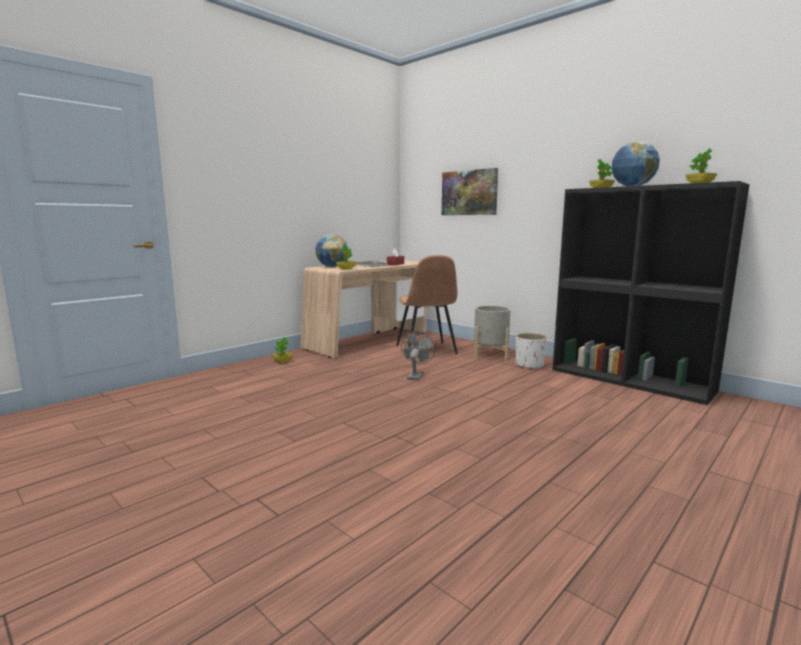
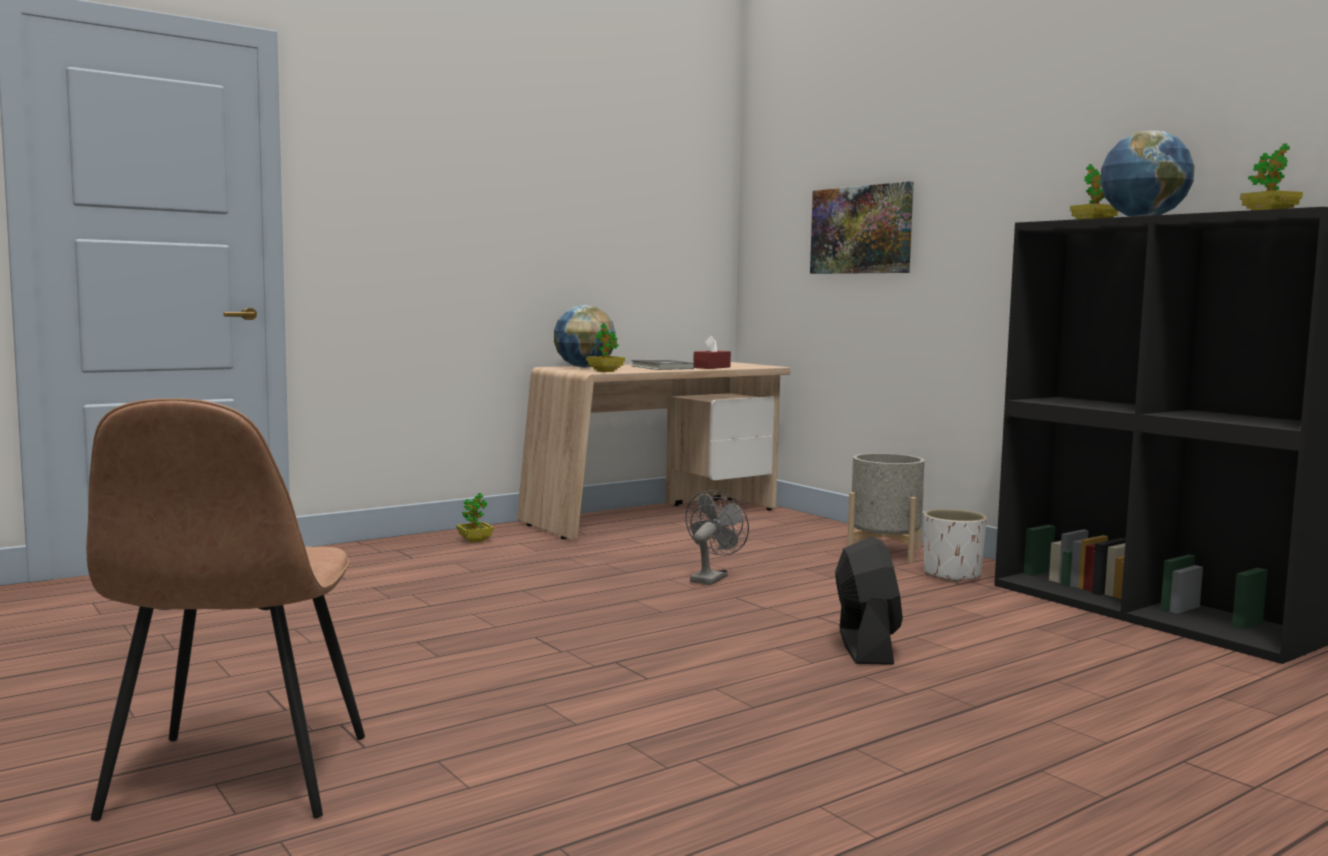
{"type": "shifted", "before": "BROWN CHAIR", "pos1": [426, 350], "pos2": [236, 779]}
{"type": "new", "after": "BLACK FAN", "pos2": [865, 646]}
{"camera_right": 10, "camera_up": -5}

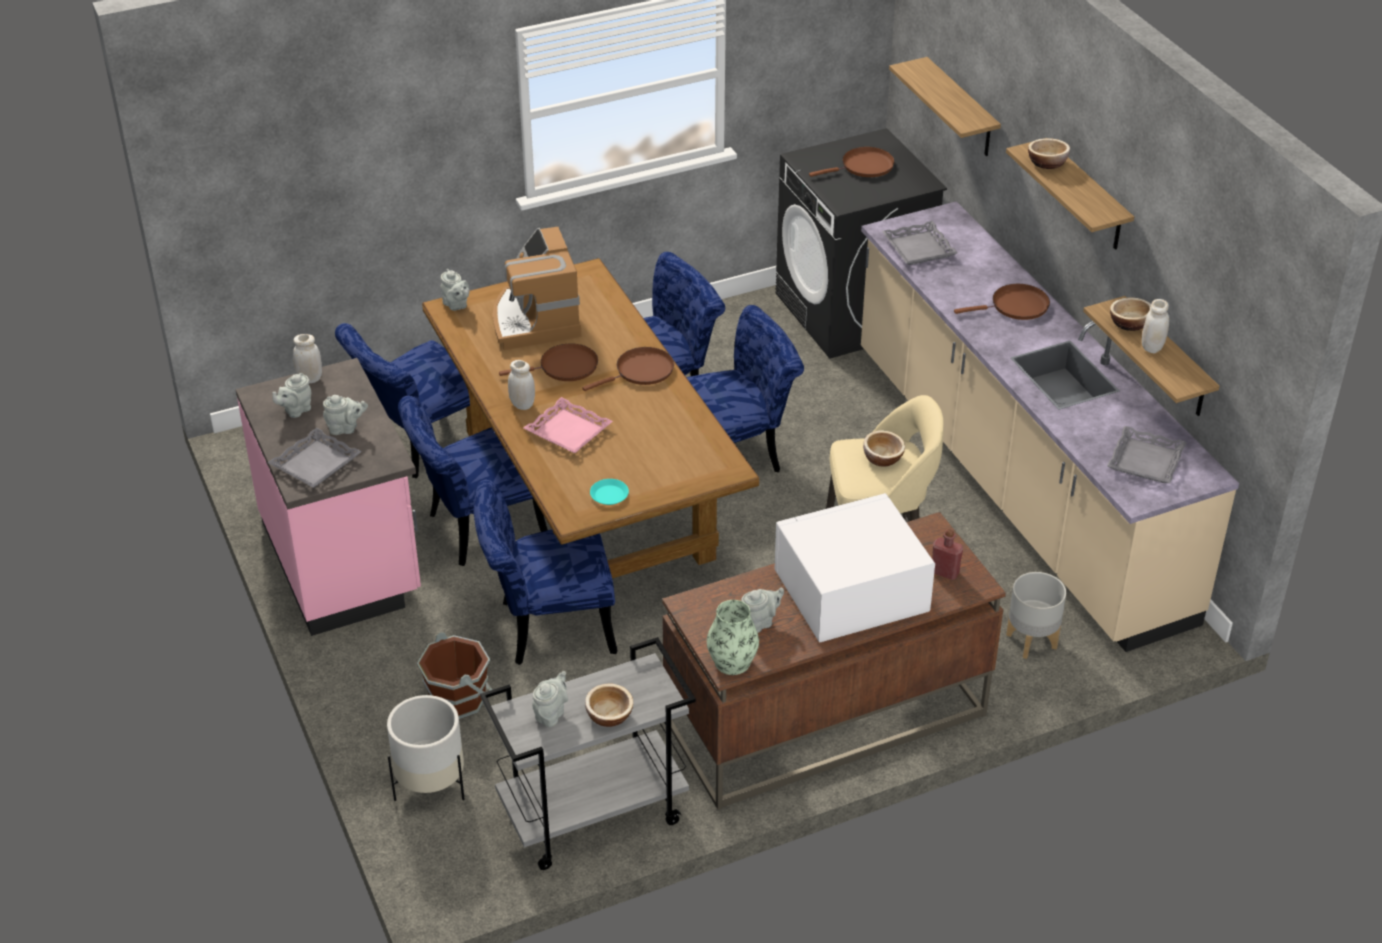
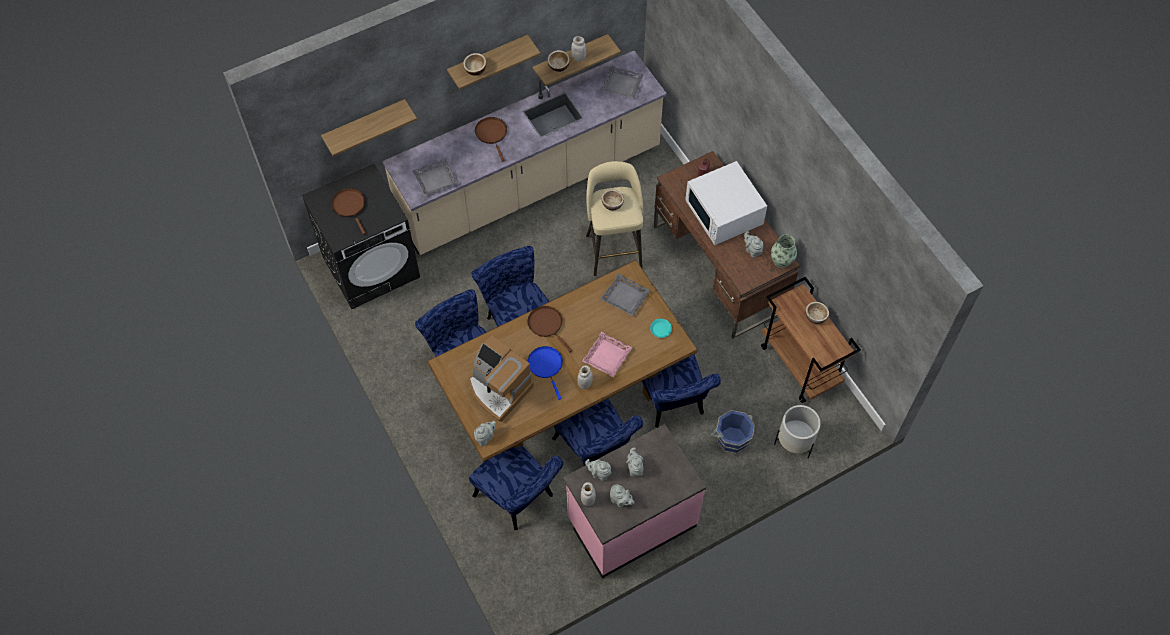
{"type": "rotated", "before": "COFFEE MACHINE", "pos1": [535, 320], "pos2": [498, 389], "turn": 60}
{"type": "repainted", "before": "BROWN FRYING PAN", "after": "BLUE FRYING PAN", "pos1": [564, 367], "pos2": [546, 366]}
{"type": "shifted", "before": "GREY TRAY", "pos1": [316, 464], "pos2": [625, 296]}
{"type": "gone", "before": "GREY PLANTER", "pos1": [1032, 641]}
{"type": "repainted", "before": "BROWN BUCKET", "after": "BLUE BUCKET", "pos1": [458, 698], "pos2": [732, 439]}
{"type": "repainted", "before": "GREY CART", "after": "BROWN CART", "pos1": [592, 816], "pos2": [800, 365]}
{"type": "shifted", "before": "GREY TEAPOT", "pos1": [551, 713], "pos2": [599, 473]}
{"camera_right": -95, "camera_up": 20}

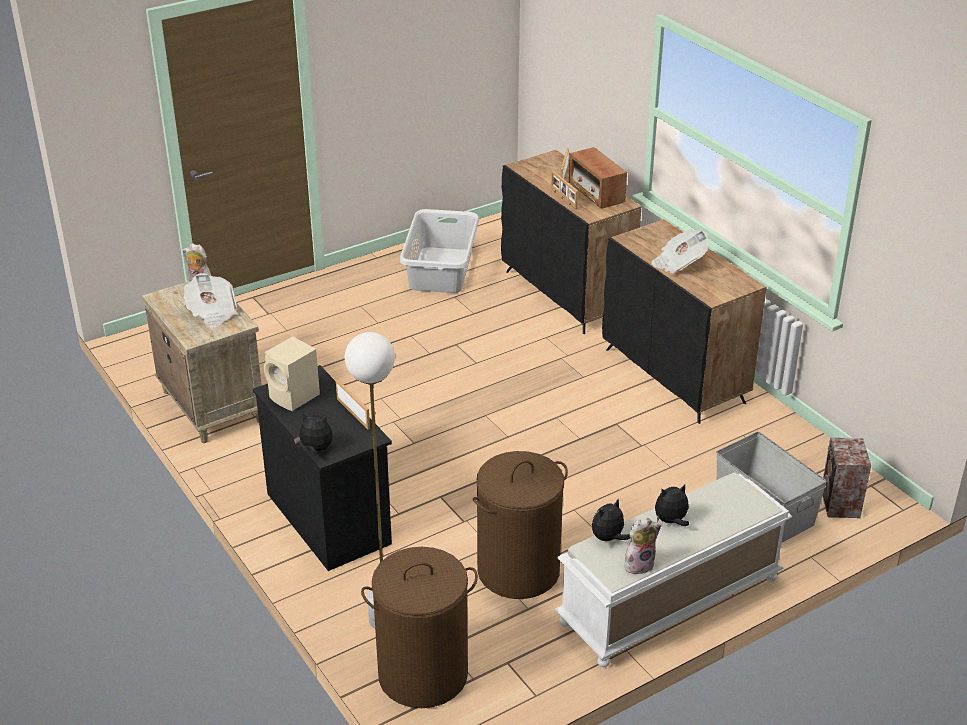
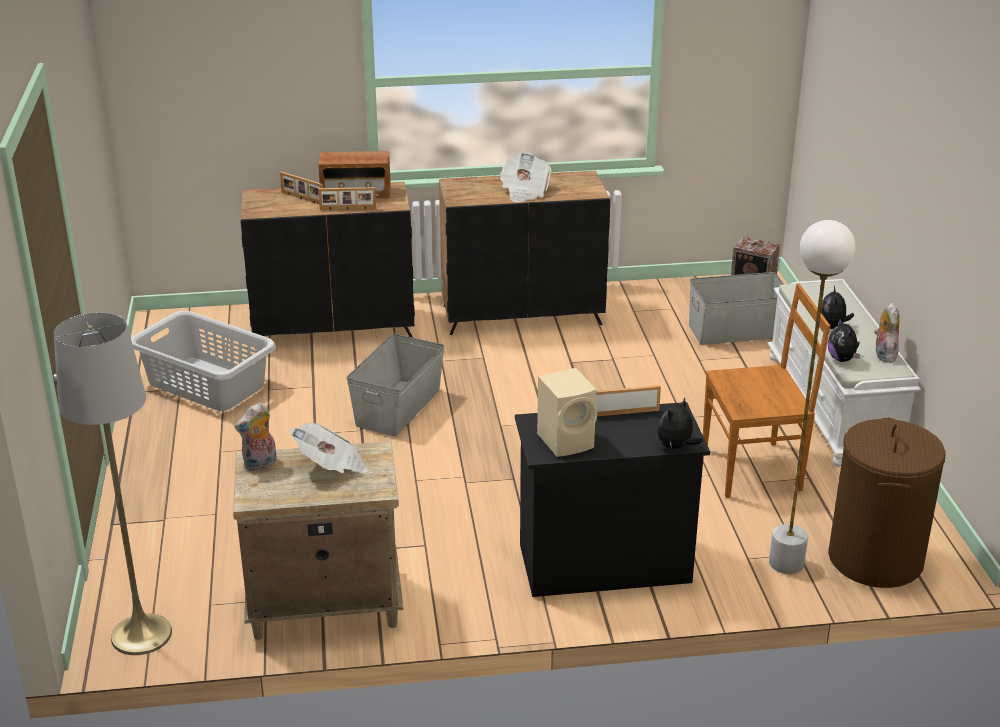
{"type": "swapped", "before": "BROWN LAUNDRY BASKET", "after": "BROWN CHAIR", "pos1": [518, 571], "pos2": [754, 469]}
{"type": "new", "after": "GREY FLOOR LAMP", "pos2": [141, 635]}
{"type": "new", "after": "GREY STORAGE BOX", "pos2": [399, 407]}
{"camera_right": -65, "camera_up": -5}

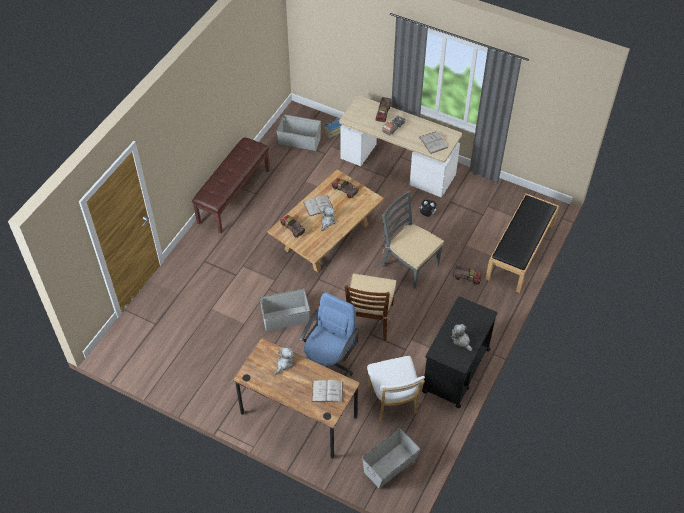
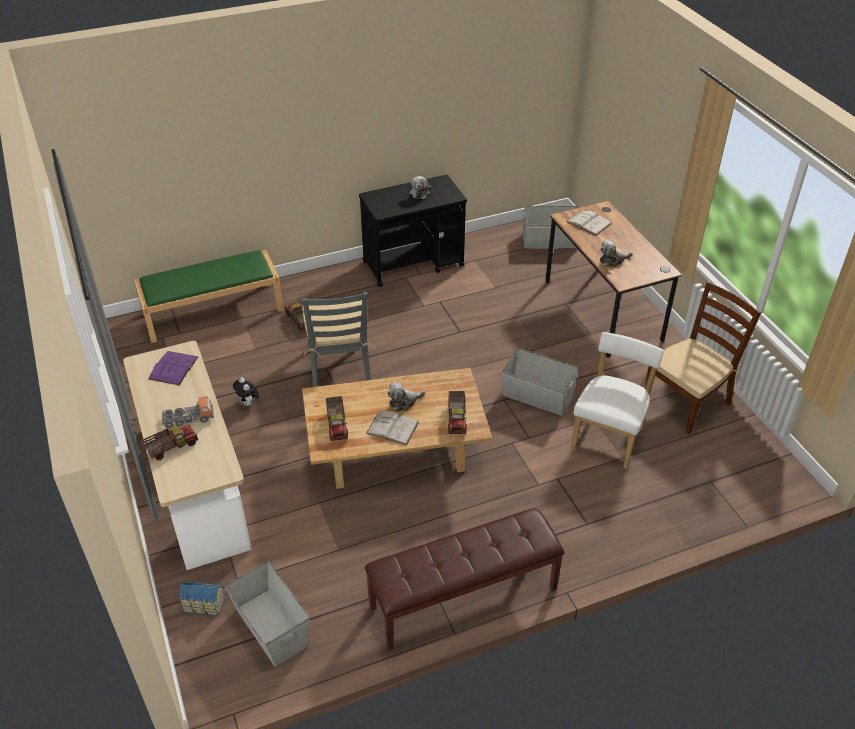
{"type": "repainted", "before": "WHITE BOOK", "after": "PURPLE BOOK", "pos1": [433, 142], "pos2": [173, 368]}
{"type": "repainted", "before": "BLACK BENCH", "after": "GREEN BENCH", "pos1": [520, 252], "pos2": [213, 311]}
{"type": "shifted", "before": "BROWN CHAIR", "pos1": [369, 319], "pos2": [687, 402]}
{"type": "gone", "before": "BLUE OFFICE CHAIR", "pos1": [329, 363]}
{"type": "shifted", "before": "WHITE CHAIR", "pos1": [393, 402], "pos2": [609, 437]}
{"camera_right": -140, "camera_up": -10}

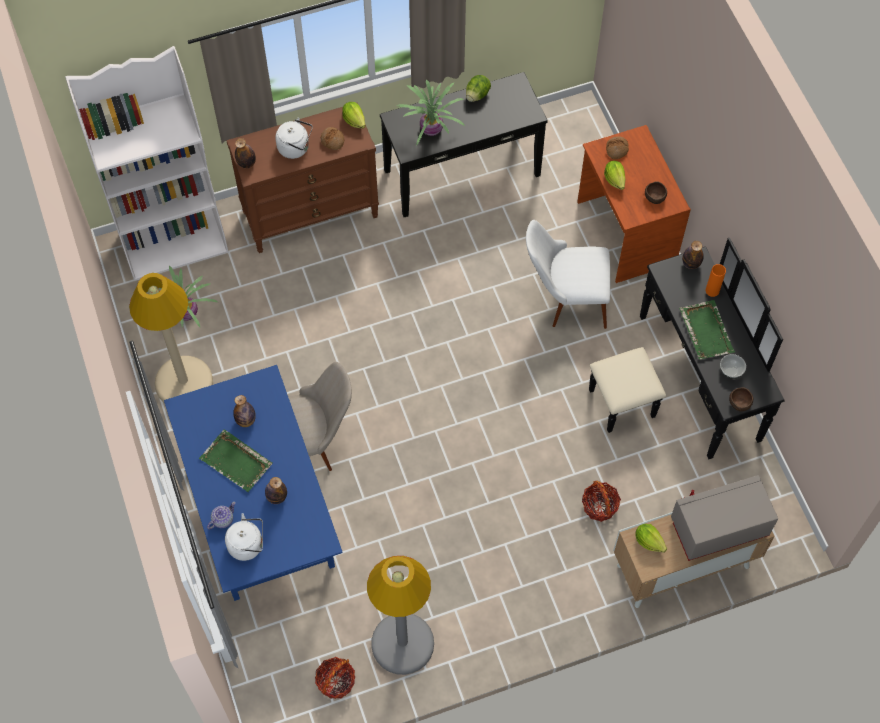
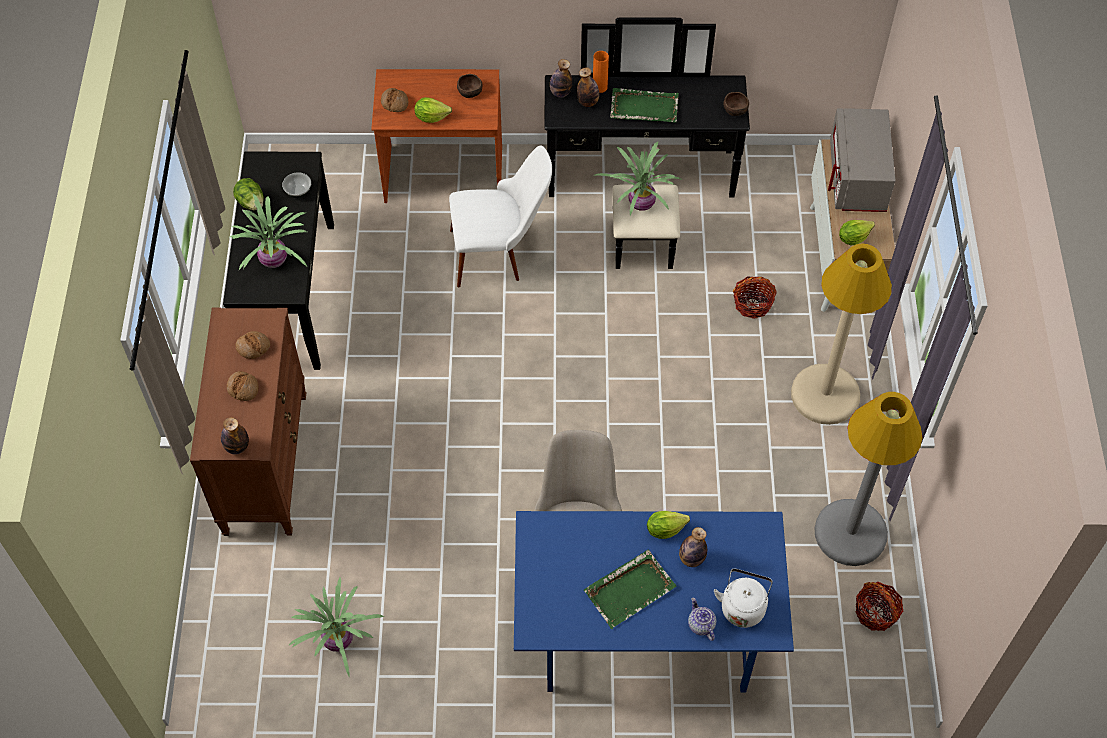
{"type": "gone", "before": "WHITE BOOKCASE", "pos1": [175, 242]}
{"type": "shifted", "before": "LETTUCE", "pos1": [354, 120], "pos2": [665, 529]}
{"type": "swapped", "before": "WHITE KETTLE", "after": "BREAD", "pos1": [295, 148], "pos2": [243, 388]}
{"type": "rotated", "before": "WHITE CHAIR", "pos1": [565, 299], "pos2": [500, 253], "turn": -120}
{"type": "shifted", "before": "BEIGE FLOOR LAMP", "pos1": [184, 382], "pos2": [825, 395]}
{"type": "shifted", "before": "BOWL", "pos1": [731, 371], "pos2": [298, 191]}
{"type": "shifted", "before": "BOTTLE", "pos1": [246, 420], "pos2": [587, 102]}
{"type": "new", "after": "POTTED PLANT", "pos2": [640, 202]}
{"camera_right": -70, "camera_up": -5}

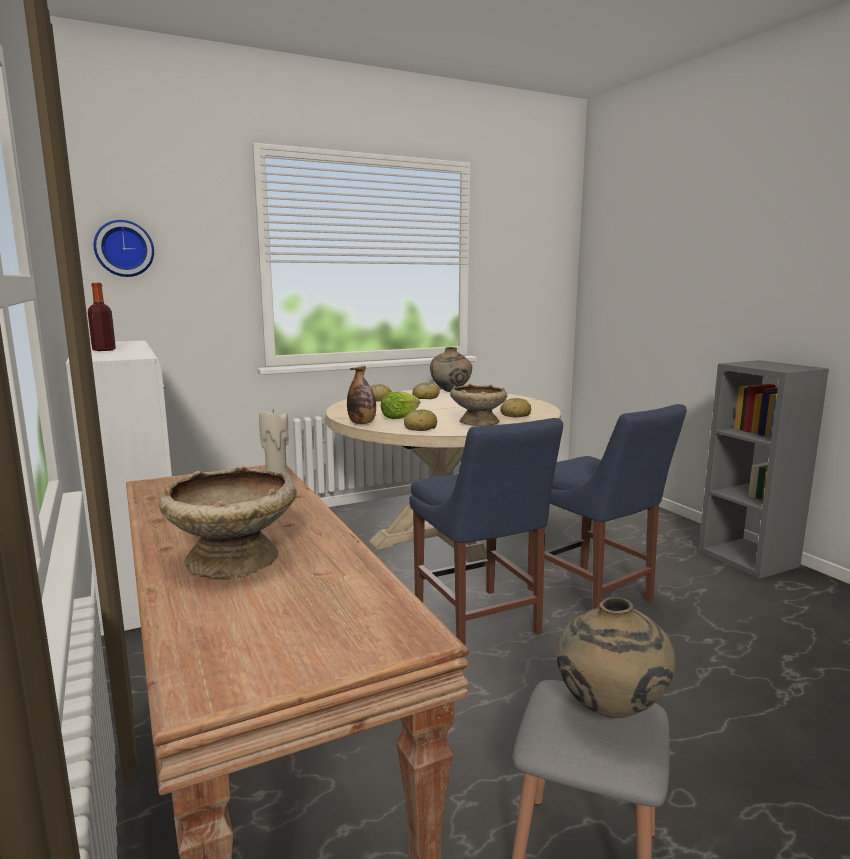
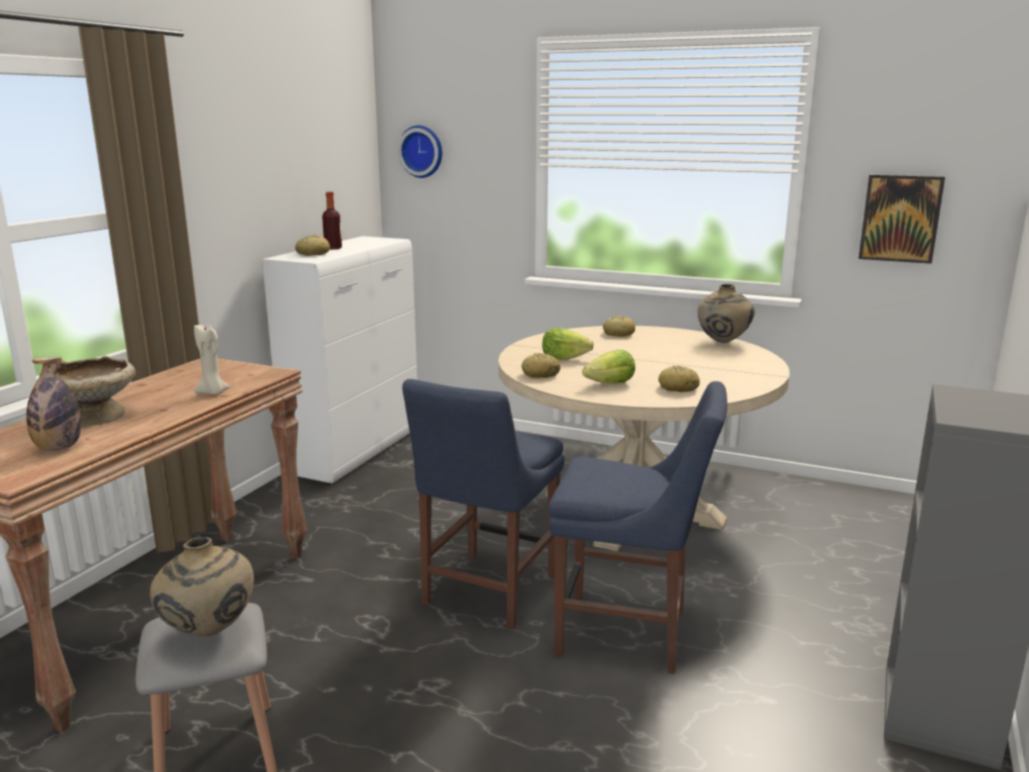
{"type": "shifted", "before": "BOTTLE", "pos1": [362, 423], "pos2": [58, 448]}
{"type": "shifted", "before": "BREAD", "pos1": [425, 397], "pos2": [312, 253]}
{"type": "swapped", "before": "BEIGE BOWL", "after": "LETTUCE", "pos1": [478, 422], "pos2": [611, 384]}
{"type": "rotated", "before": "BLUE CHAIR", "pos1": [593, 597], "pos2": [629, 633], "turn": -90}
{"type": "new", "after": "PICTURE", "pos2": [900, 218]}
{"camera_right": 50, "camera_up": 5}

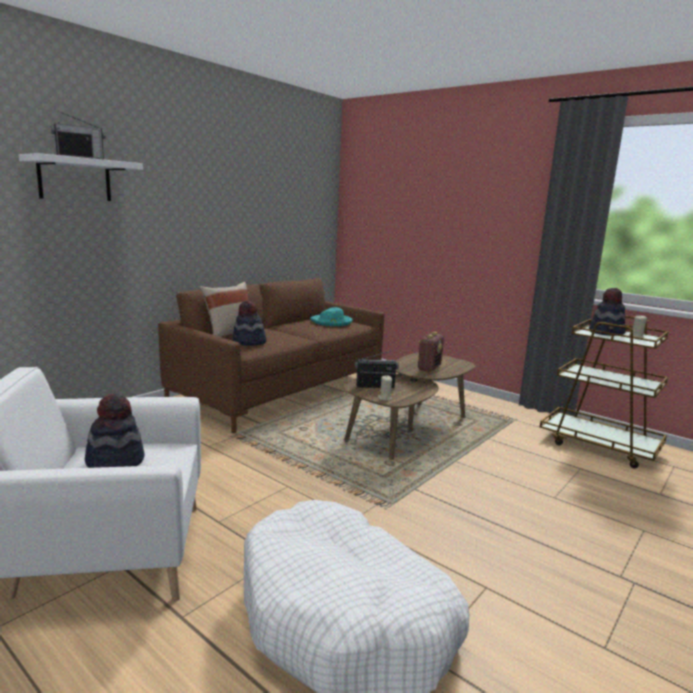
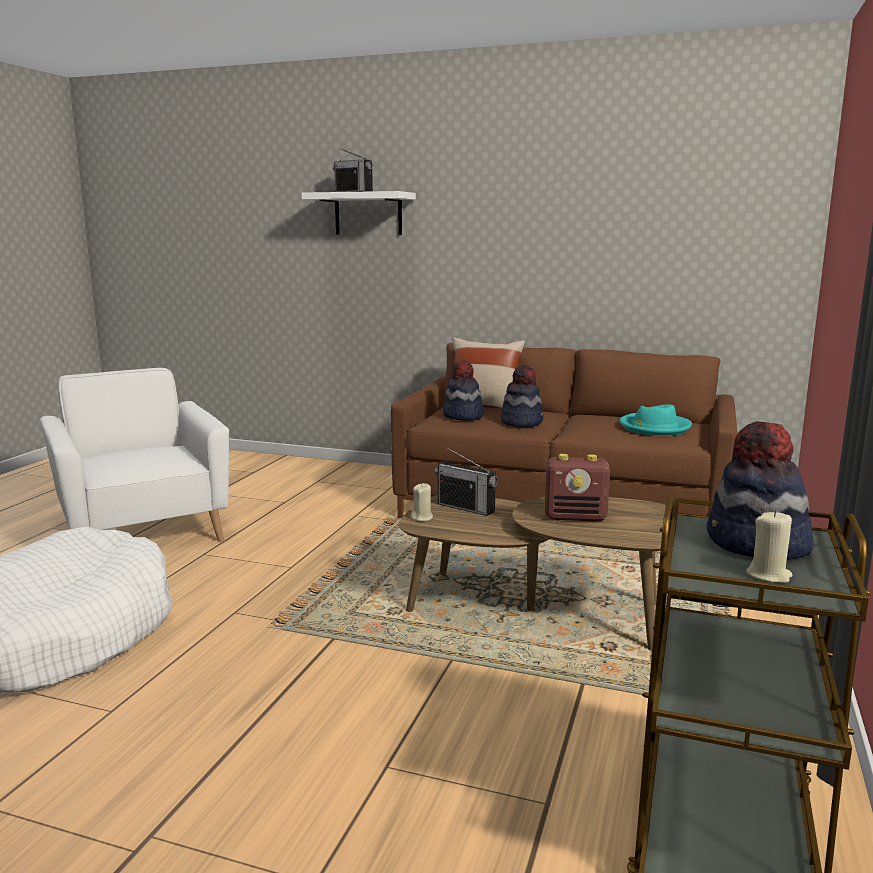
{"type": "rotated", "before": "RADIO", "pos1": [375, 386], "pos2": [466, 508], "turn": 150}
{"type": "shifted", "before": "HAT", "pos1": [115, 462], "pos2": [522, 422]}
{"camera_right": 70, "camera_up": 0}

